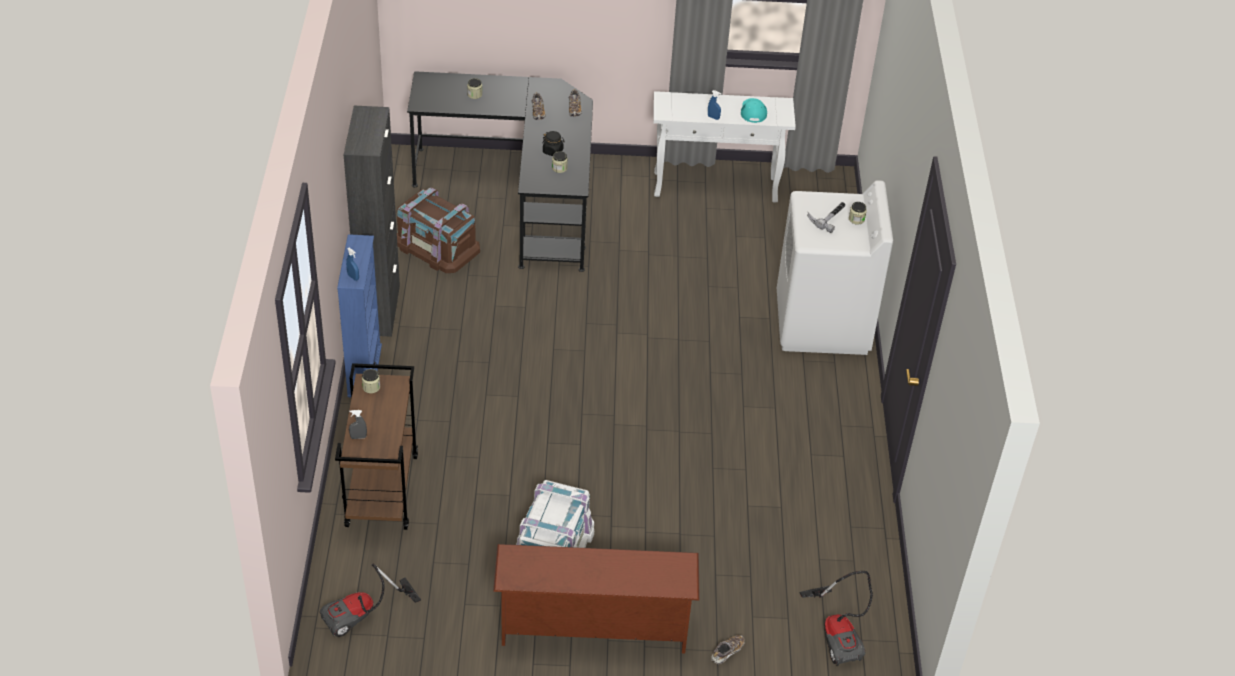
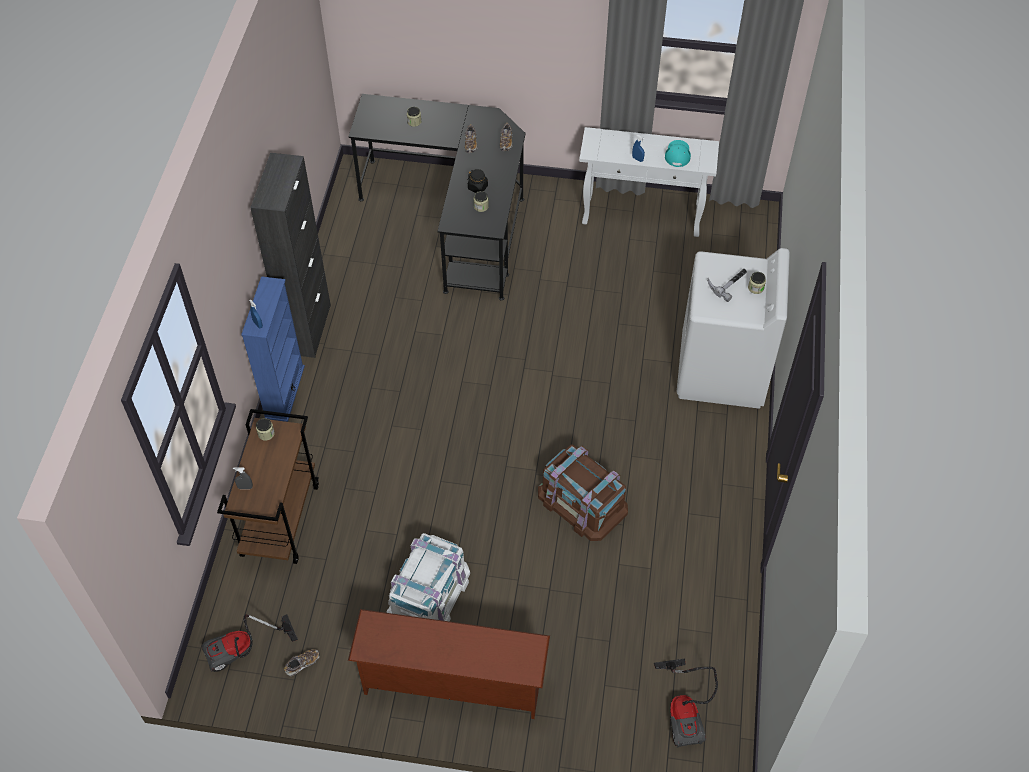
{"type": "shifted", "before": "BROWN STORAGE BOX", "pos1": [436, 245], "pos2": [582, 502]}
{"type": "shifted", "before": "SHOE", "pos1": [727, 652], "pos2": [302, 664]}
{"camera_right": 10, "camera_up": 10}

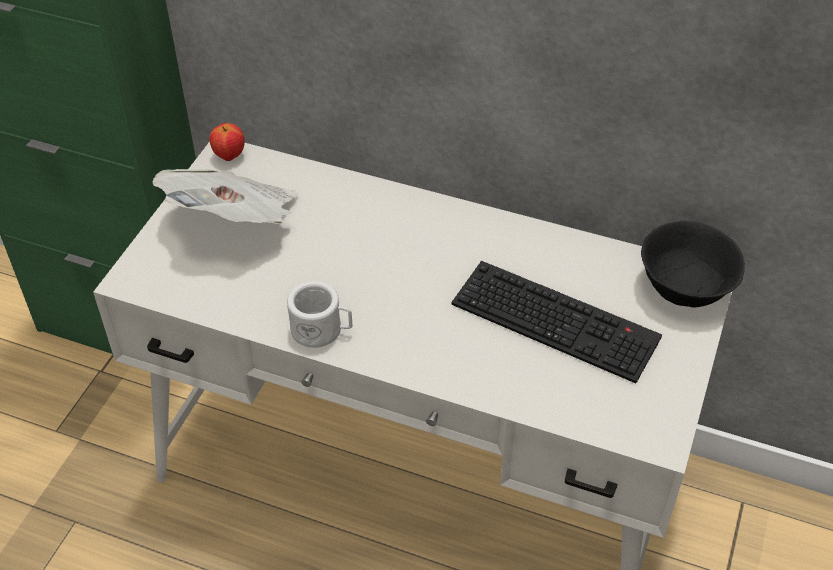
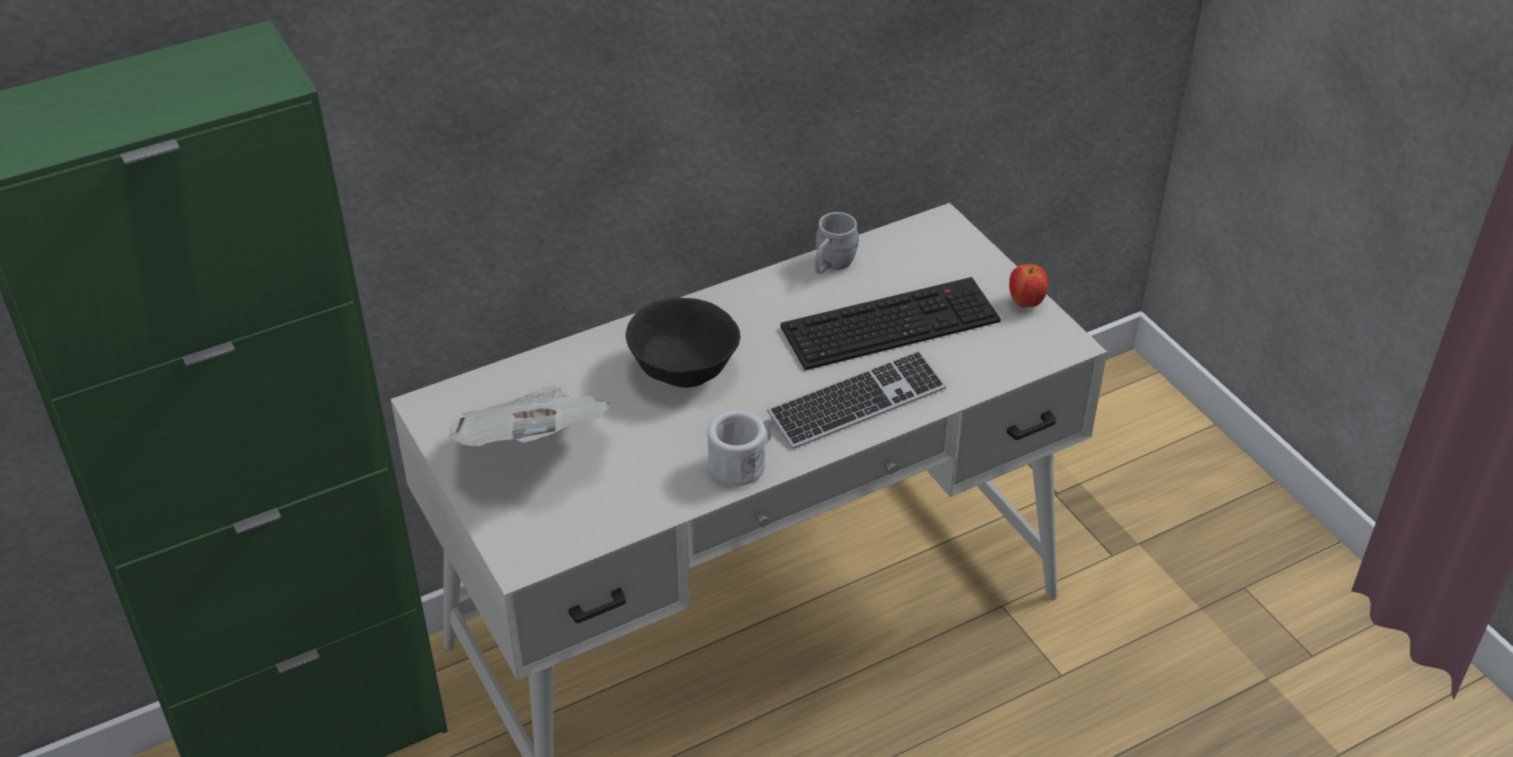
{"type": "shifted", "before": "APPLE", "pos1": [229, 156], "pos2": [1025, 302]}
{"type": "shifted", "before": "BLACK BOWL", "pos1": [686, 288], "pos2": [684, 369]}
{"type": "new", "after": "GREY MUG", "pos2": [831, 265]}
{"type": "new", "after": "KEYBOARD", "pos2": [857, 403]}
{"camera_right": -50, "camera_up": -5}

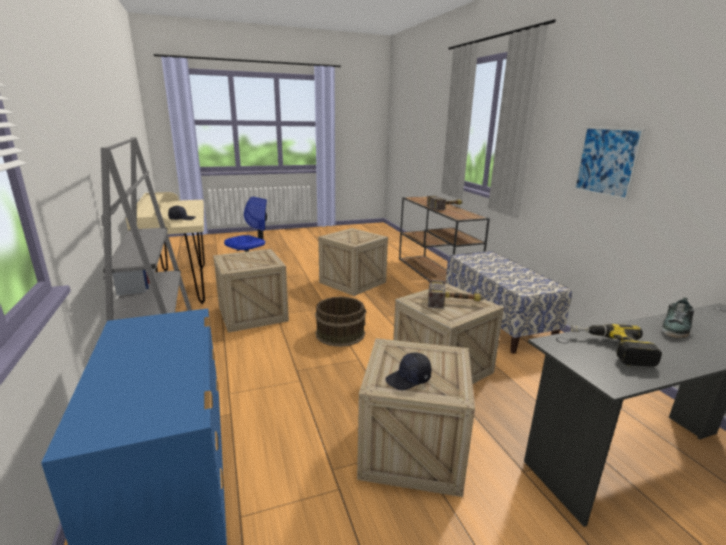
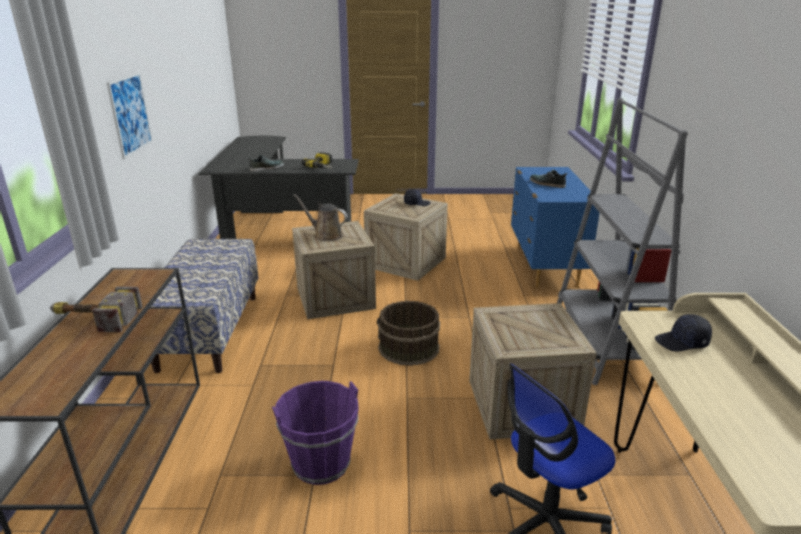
{"type": "swapped", "before": "CRATE", "after": "PURPLE BUCKET", "pos1": [352, 282], "pos2": [321, 464]}
{"type": "swapped", "before": "HAMMER", "after": "BROWN WATERING CAN", "pos1": [455, 302], "pos2": [326, 235]}
{"type": "new", "after": "SHOE", "pos2": [547, 184]}
{"camera_right": -160, "camera_up": 5}

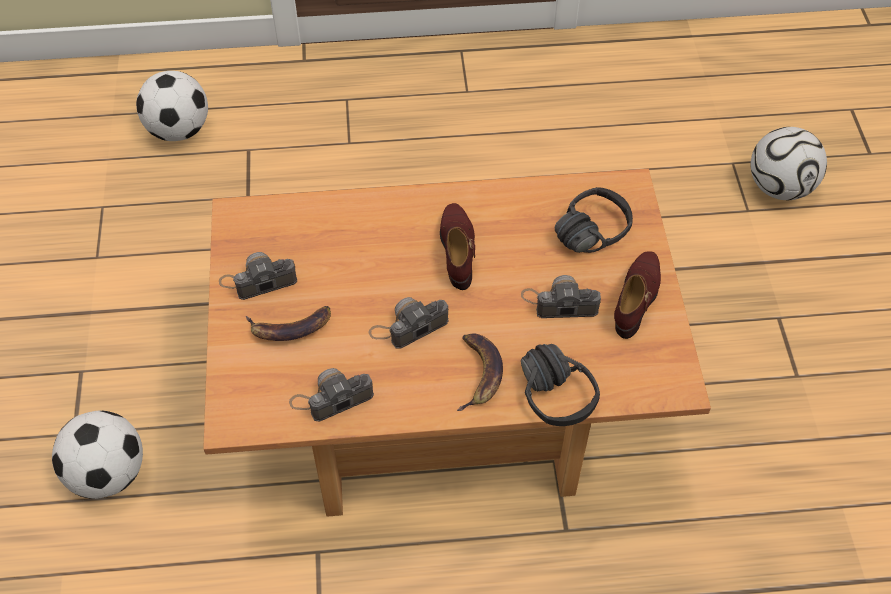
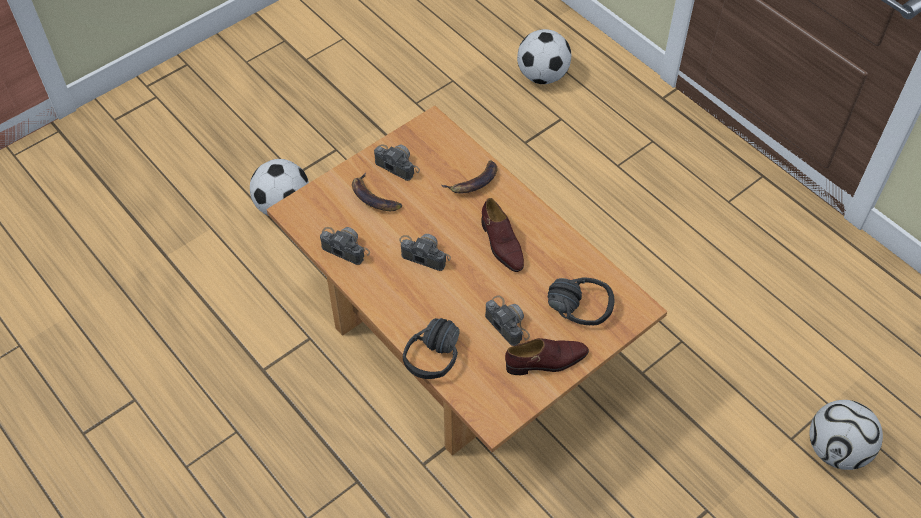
{"type": "rotated", "before": "BROWN SHOE", "pos1": [458, 249], "pos2": [501, 244], "turn": 105}
{"type": "shifted", "before": "BANANA", "pos1": [479, 374], "pos2": [474, 182]}
{"camera_right": 55, "camera_up": 0}

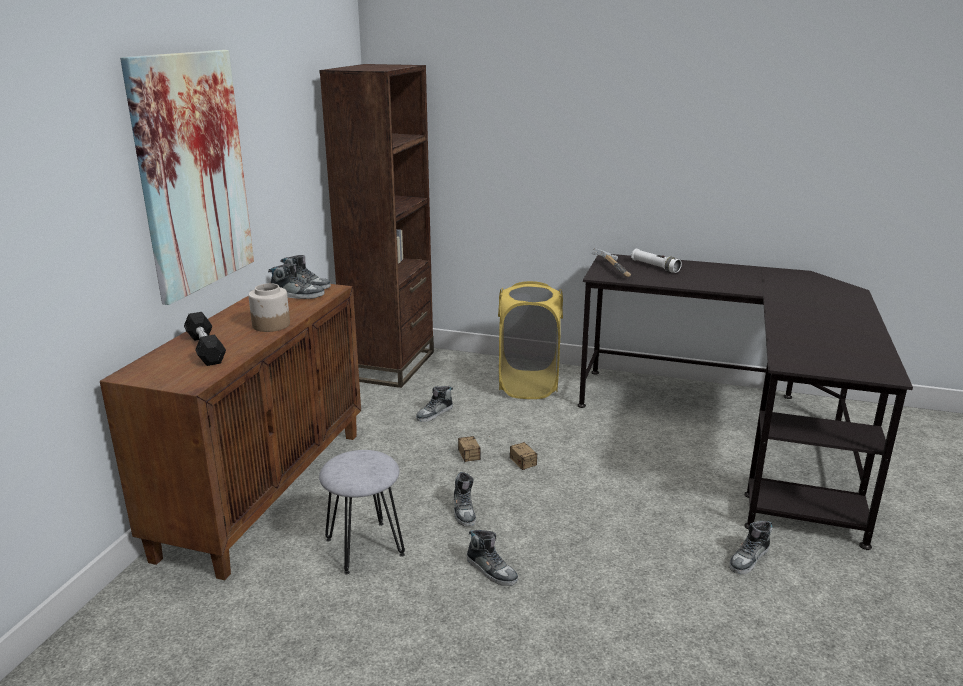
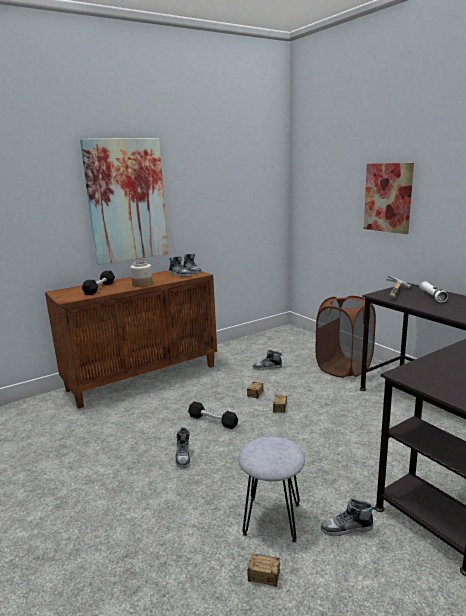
{"type": "gone", "before": "BROWN BOOKCASE", "pos1": [390, 365]}
{"type": "repainted", "before": "YELLOW LAUNDRY BASKET", "after": "BROWN LAUNDRY BASKET", "pos1": [528, 385], "pos2": [344, 368]}
{"type": "shifted", "before": "GREY STOOL", "pos1": [364, 547], "pos2": [271, 519]}
{"type": "swapped", "before": "SHOE", "after": "BLACK DUMBBELL", "pos1": [464, 510], "pos2": [213, 421]}
{"type": "new", "after": "PICTURE", "pos2": [388, 197]}
{"type": "new", "after": "STORAGE BOX", "pos2": [244, 572]}
{"camera_right": 40, "camera_up": -5}

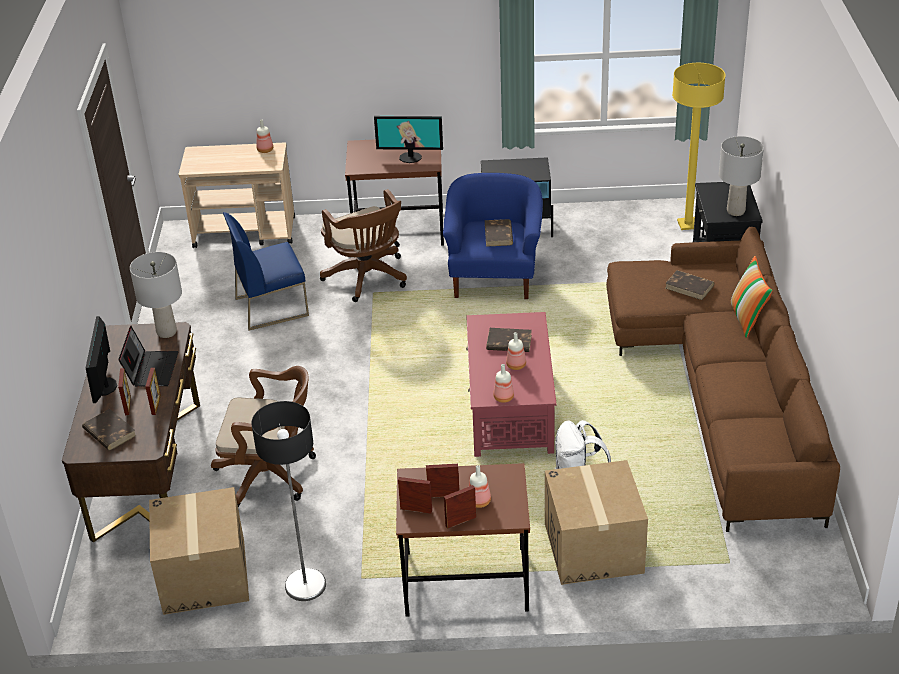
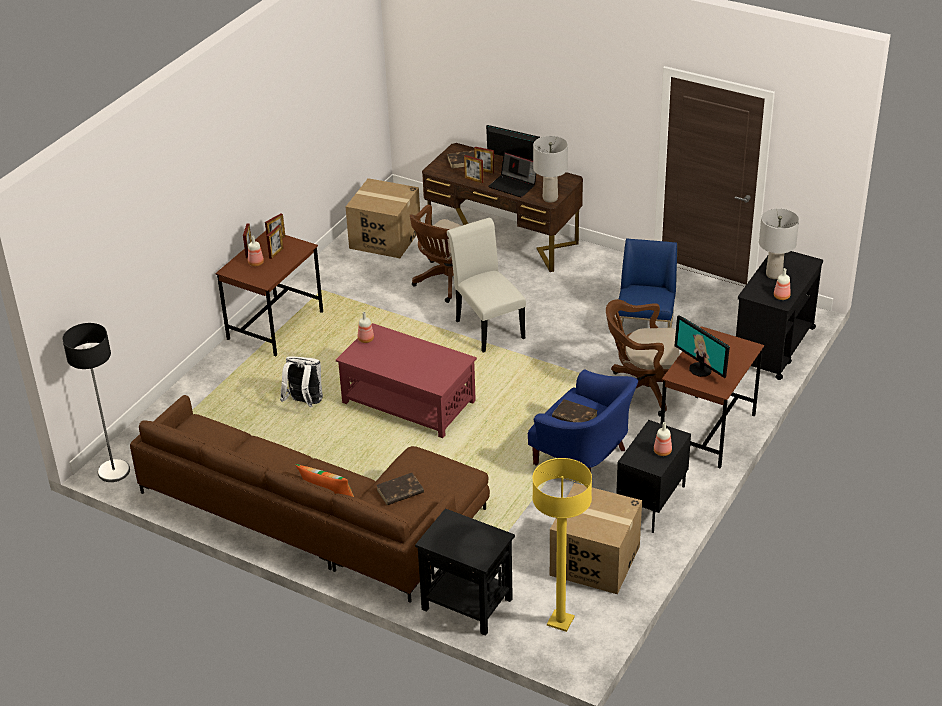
{"type": "rotated", "before": "MONITOR", "pos1": [410, 157], "pos2": [701, 369], "turn": -75}
{"type": "shifted", "before": "GREY TABLE LAMP", "pos1": [736, 211], "pos2": [773, 274]}
{"type": "repainted", "before": "BEIGE CART", "after": "BLACK CART", "pos1": [245, 232], "pos2": [773, 347]}
{"type": "gone", "before": "BROWN BOOK", "pos1": [508, 343]}
{"type": "shifted", "before": "BOTTLE", "pos1": [516, 365], "pos2": [662, 452]}
{"type": "shifted", "before": "FLOOR LAMP", "pos1": [305, 585], "pos2": [113, 471]}
{"type": "shifted", "before": "CARDBOARD BOX", "pos1": [594, 548], "pos2": [594, 561]}
{"type": "new", "after": "WHITE CHAIR", "pos2": [487, 327]}
{"camera_right": 120, "camera_up": 0}

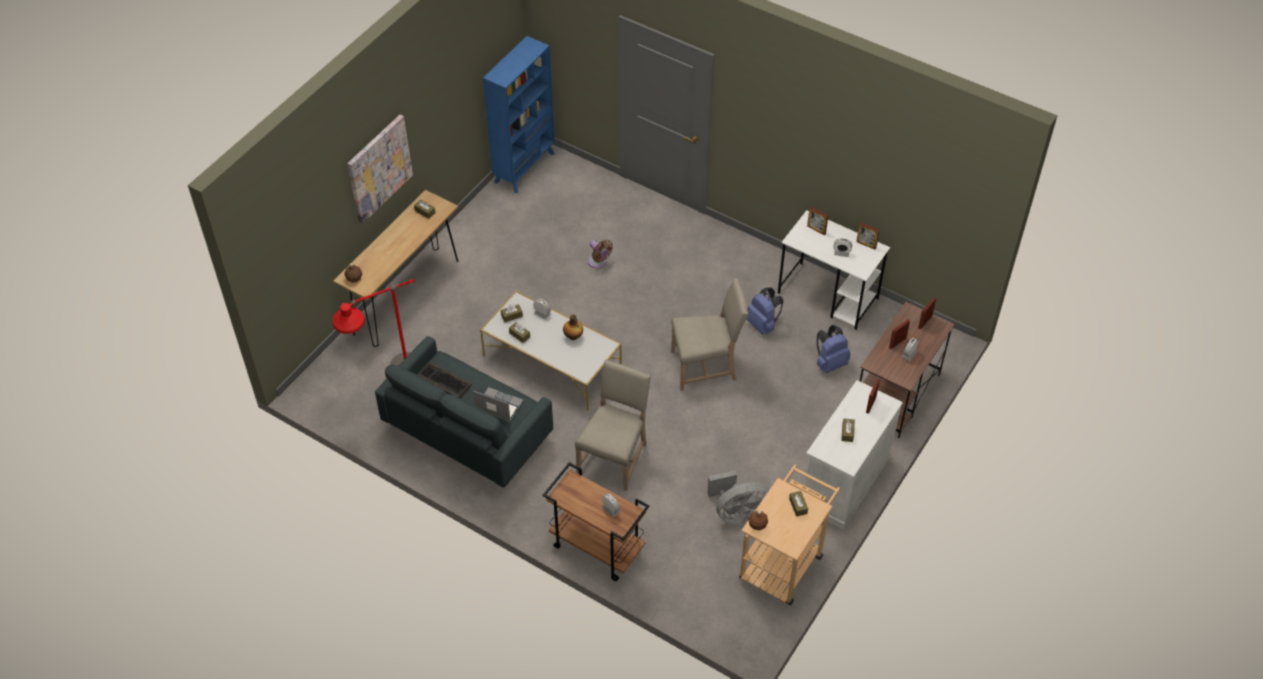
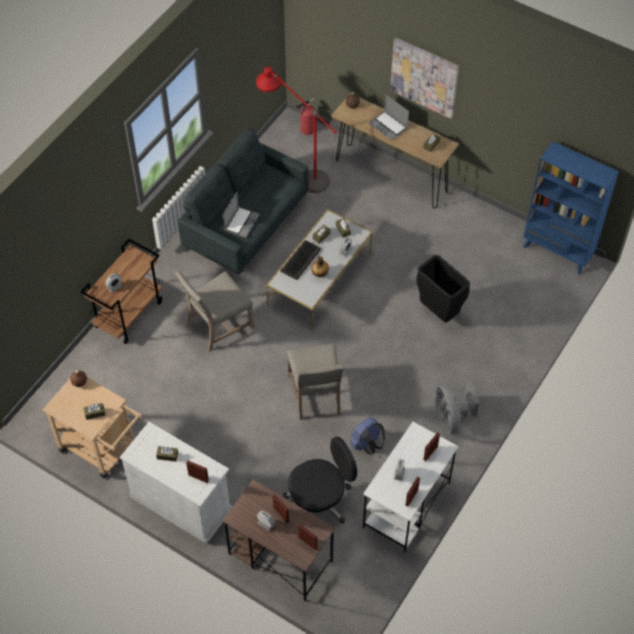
{"type": "swapped", "before": "BROWN FAN", "after": "BLACK TRASH CAN", "pos1": [598, 262], "pos2": [439, 312]}
{"type": "swapped", "before": "BLUE BACKPACK", "after": "BLACK OFFICE CHAIR", "pos1": [830, 363], "pos2": [320, 500]}
{"type": "rotated", "before": "BEIGE CHAIR", "pos1": [614, 457], "pos2": [218, 326], "turn": 120}
{"type": "shifted", "before": "KEYBOARD", "pos1": [443, 381], "pos2": [300, 260]}
{"type": "shifted", "before": "GREY FAN", "pos1": [738, 512], "pos2": [451, 418]}
{"type": "new", "after": "LAPTOP", "pos2": [389, 126]}
{"type": "new", "after": "FIRE EXTINGUISHER", "pos2": [306, 130]}
{"camera_right": 90, "camera_up": 5}

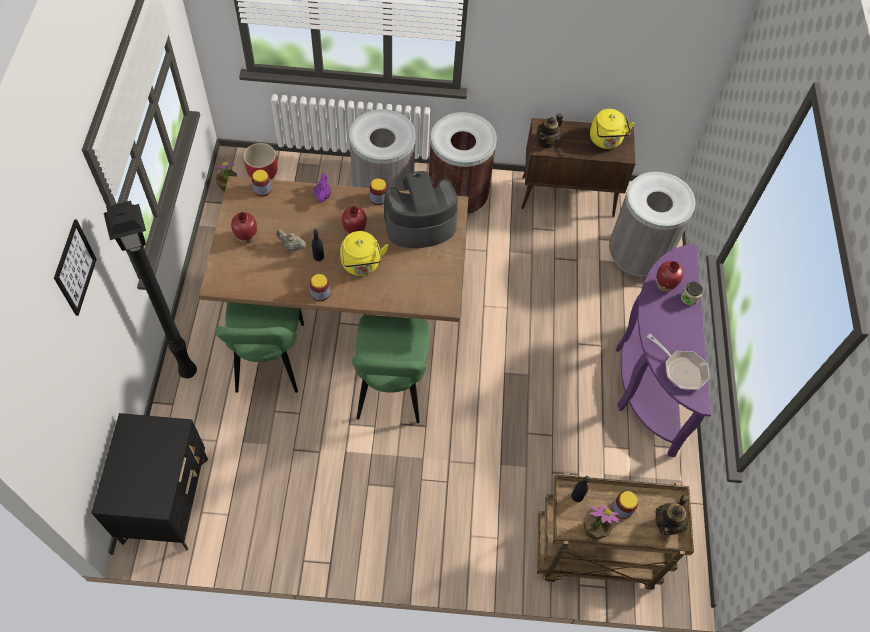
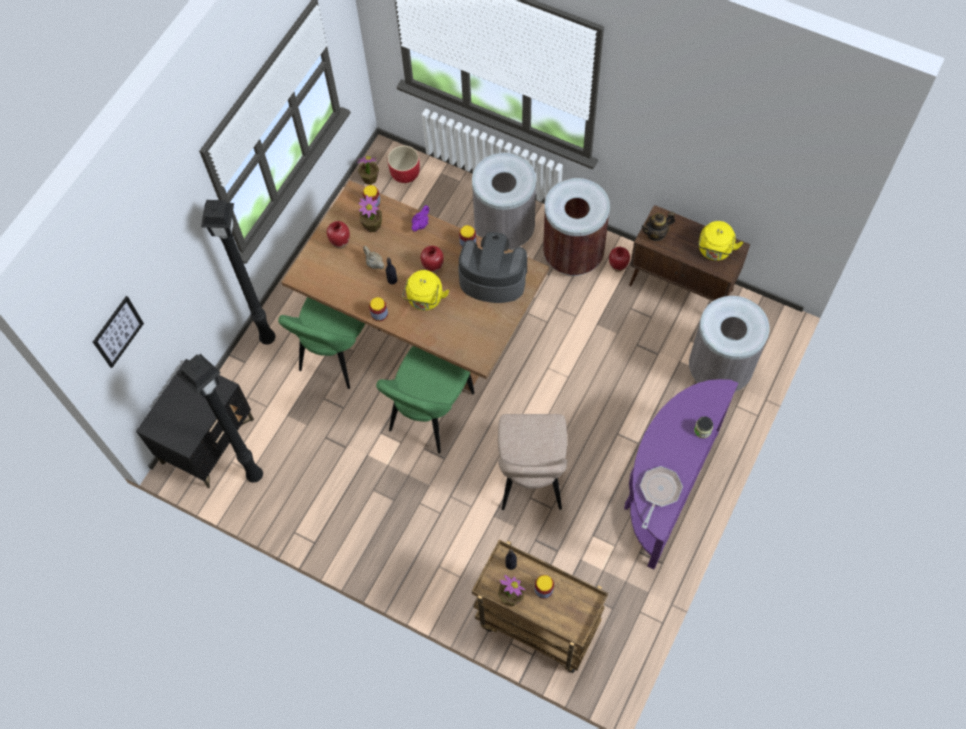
{"type": "shifted", "before": "PICTURE", "pos1": [75, 268], "pos2": [118, 332]}
{"type": "shifted", "before": "RED VASE", "pos1": [664, 285], "pos2": [618, 266]}
{"type": "rotated", "before": "FRYING PAN", "pos1": [681, 369], "pos2": [659, 492], "turn": -135}
{"type": "gone", "before": "TEAPOT", "pos1": [667, 524]}
{"type": "new", "after": "POTTED PLANT", "pos2": [372, 225]}
{"type": "new", "after": "BLACK FLOOR LAMP", "pos2": [255, 474]}
{"type": "new", "after": "BEIGE CHAIR", "pos2": [531, 478]}
{"camera_right": 30, "camera_up": 5}

